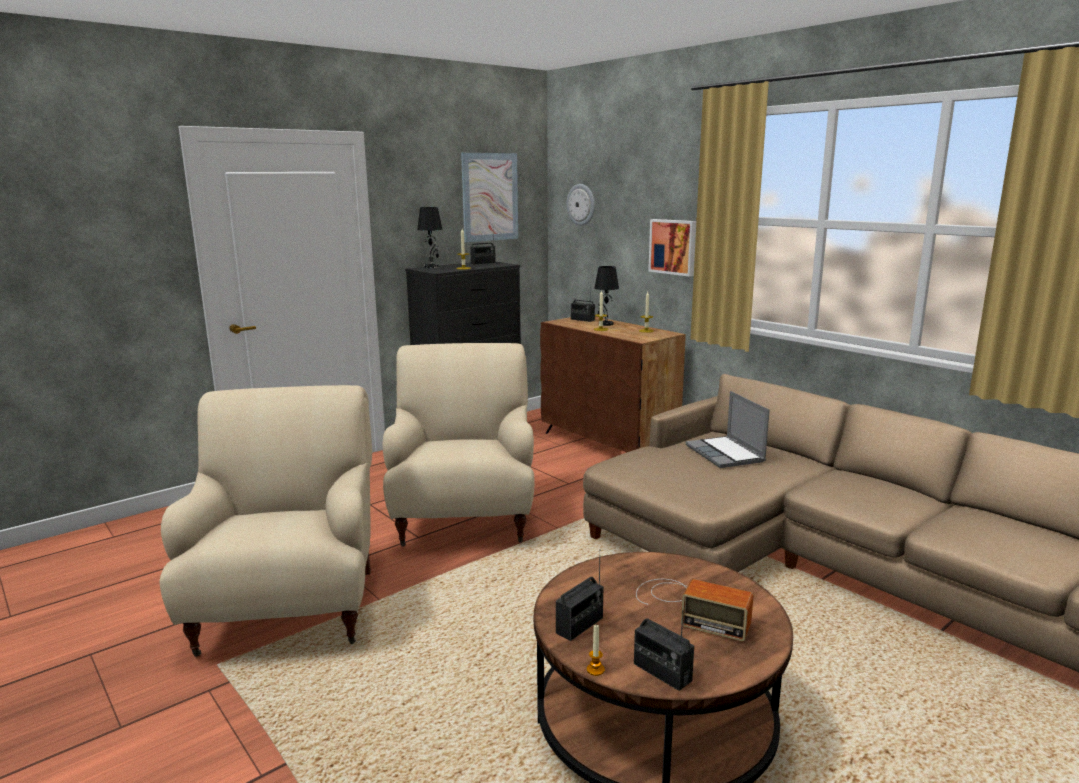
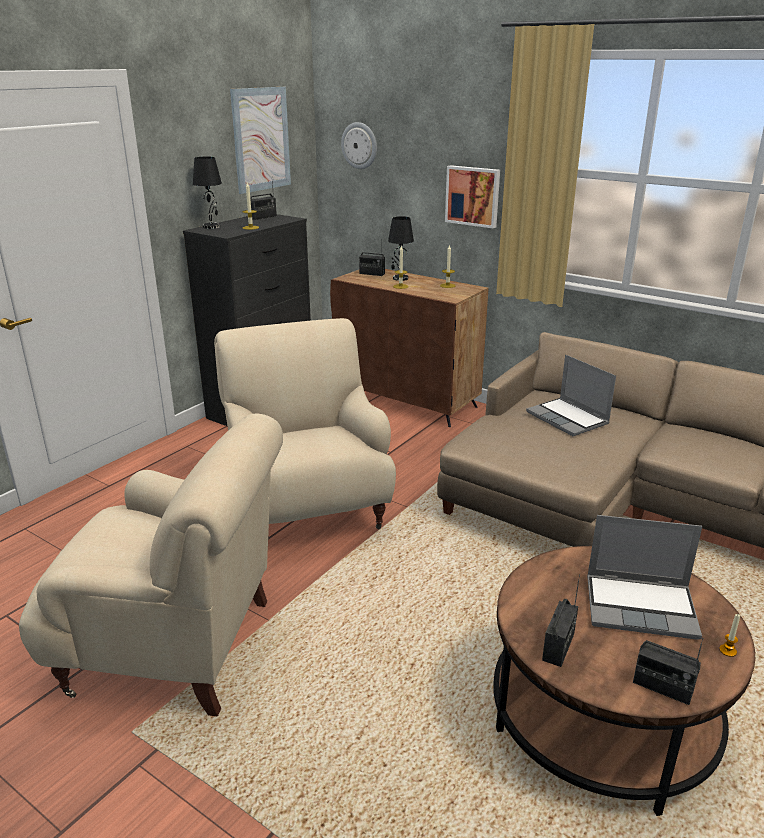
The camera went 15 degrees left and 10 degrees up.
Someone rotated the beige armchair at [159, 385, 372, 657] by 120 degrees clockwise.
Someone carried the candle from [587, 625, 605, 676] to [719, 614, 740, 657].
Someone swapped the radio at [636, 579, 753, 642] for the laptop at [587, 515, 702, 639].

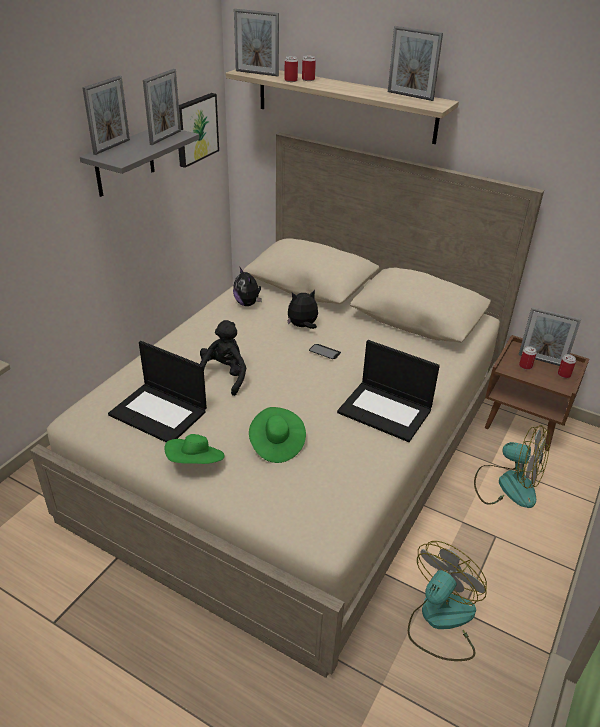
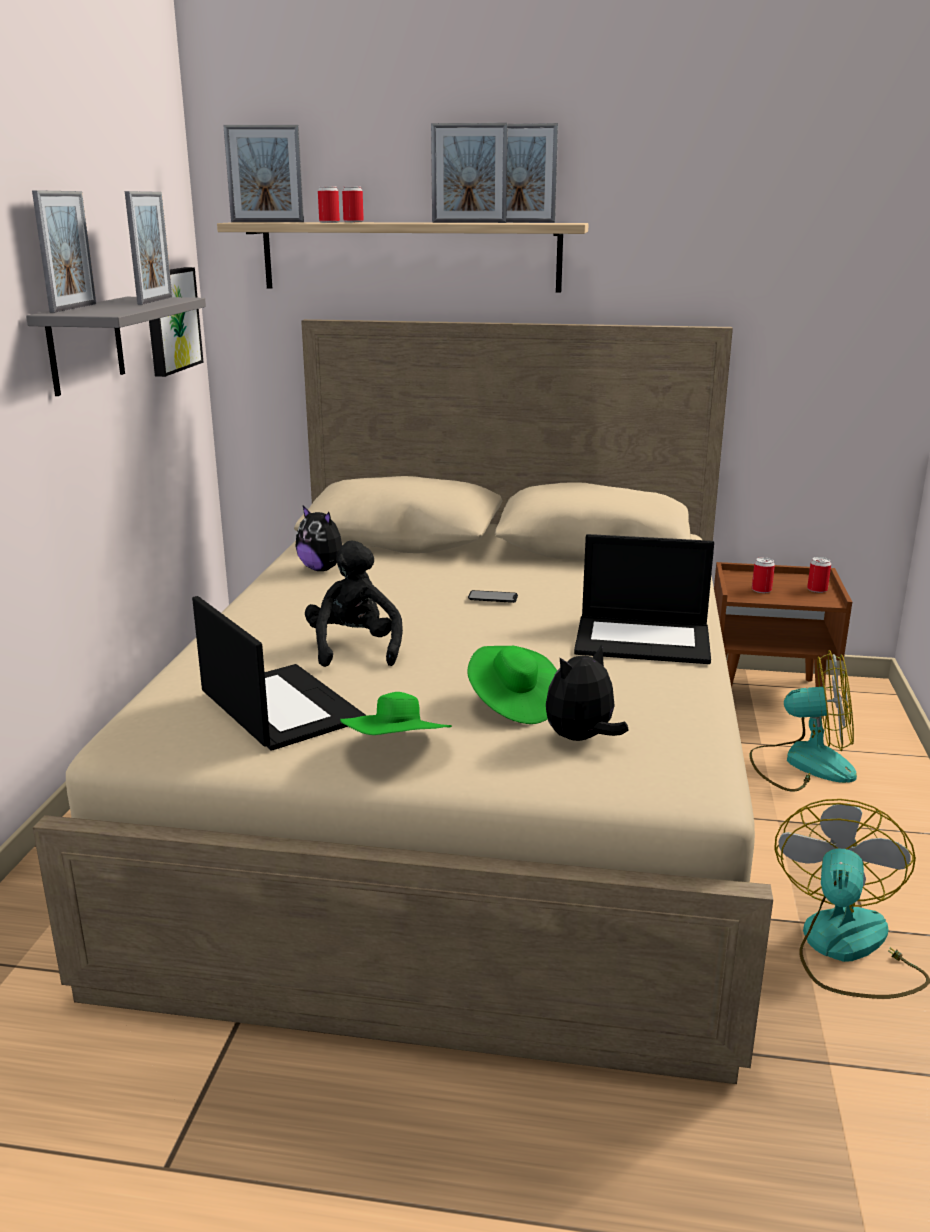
The camera went 20 degrees left and 15 degrees down.
Someone rotated the laptop at [108, 341, 207, 442] by 135 degrees counterclockwise.
Someone carried the plush toy from [287, 290, 318, 329] to [546, 644, 629, 741].
Someone carried the picture frame from [519, 307, 581, 366] to [431, 123, 508, 223].

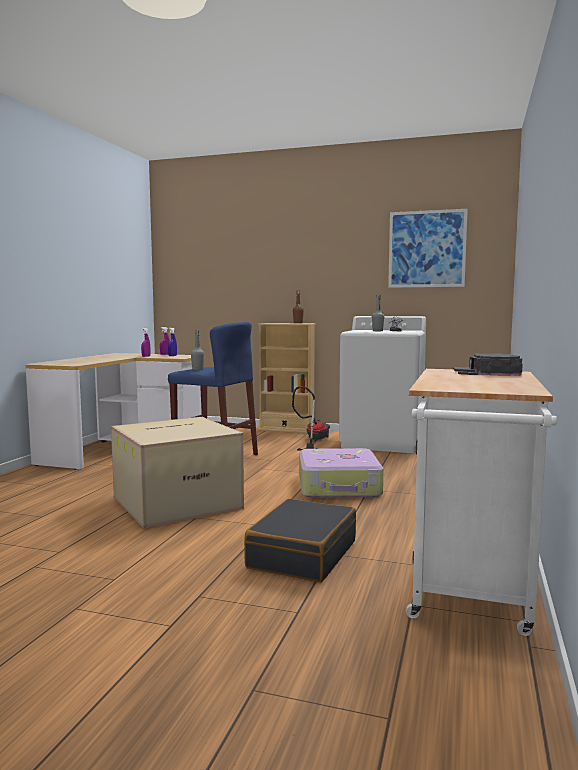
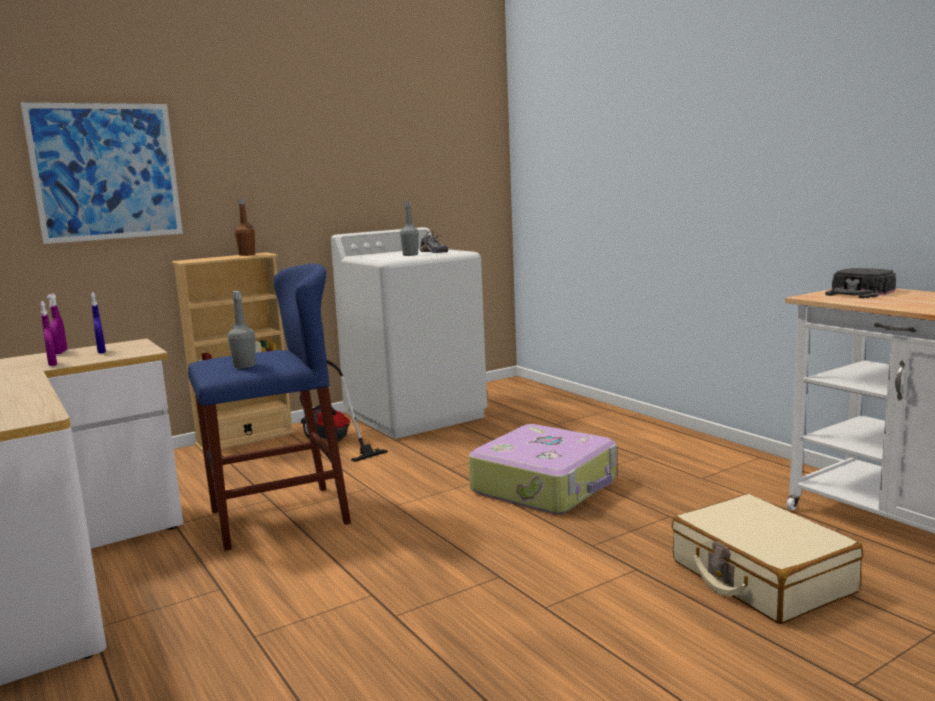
The camera went 50 degrees left and 5 degrees up.
Someone took away the cardboard box at [111, 417, 244, 528].
Someone repainted the black suitcase at [244, 499, 356, 582], which became the beige suitcase at [672, 494, 863, 624].
Someone carried the picture from [388, 209, 468, 288] to [21, 103, 183, 244].

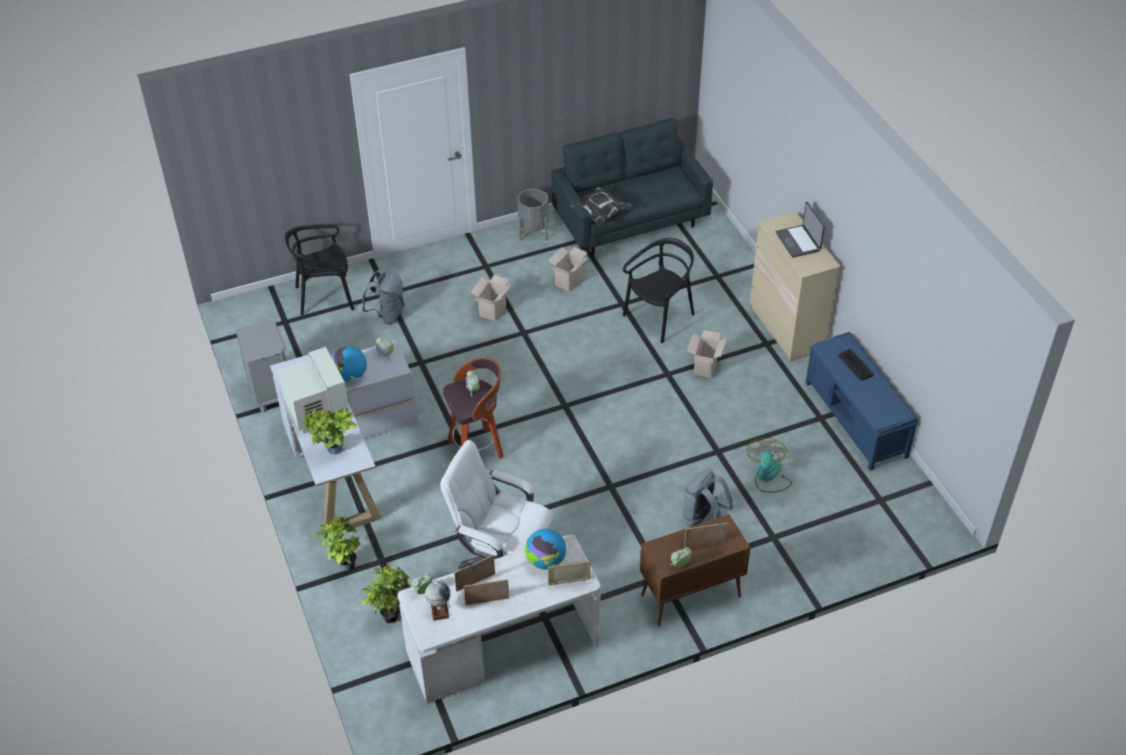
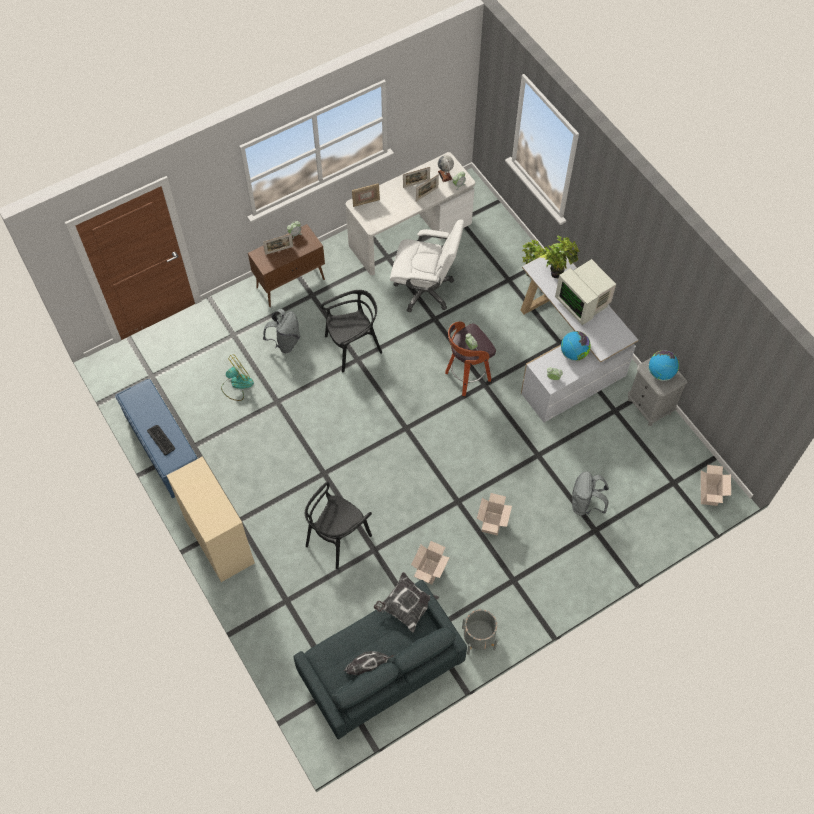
The camera went 170 degrees right and 15 degrees up.
Someone carried the black chair from [285, 225, 354, 315] to [321, 290, 382, 372].
Someone took away the potted plant at [361, 565, 411, 623].
Someone carried the globe from [525, 529, 566, 570] to [648, 350, 679, 381].
Someone carried the cardboard box from [687, 330, 727, 378] to [701, 465, 731, 506].
Someone rotated the fan at [746, 438, 792, 493] by 120 degrees counterclockwise.
Someone took away the laptop at [776, 202, 825, 258].
Someone put down the pillow at [344, 651, 394, 675].

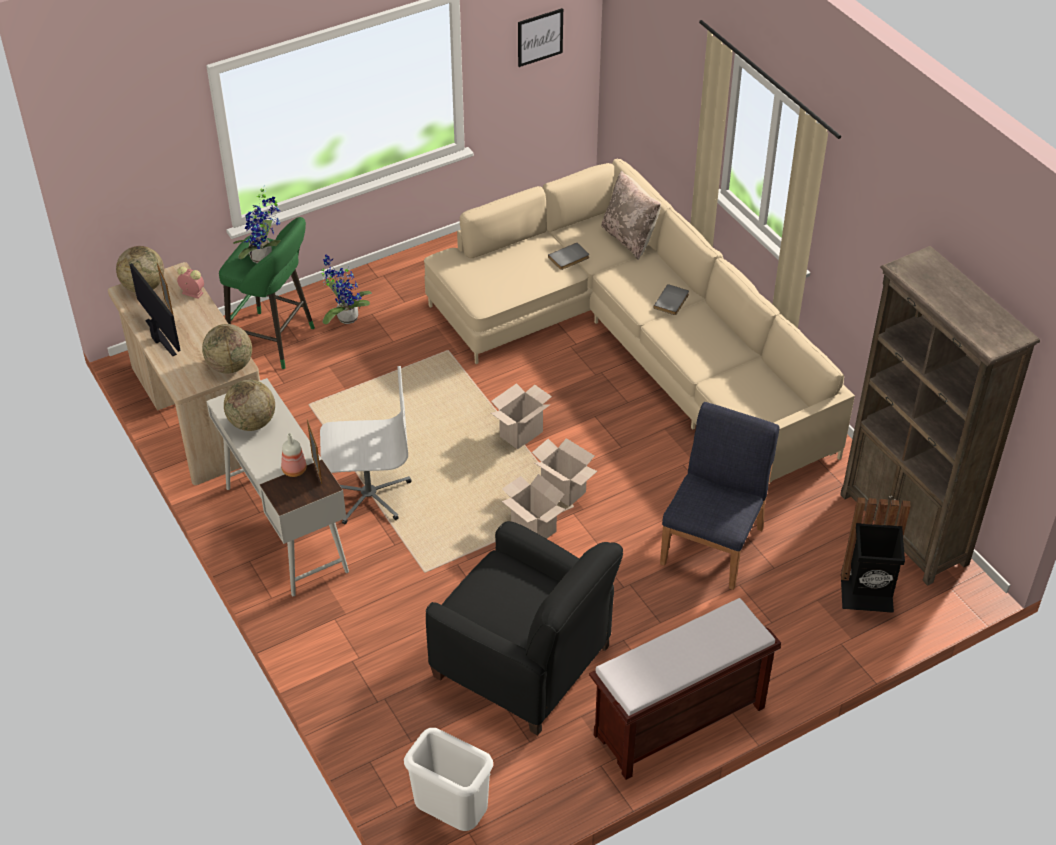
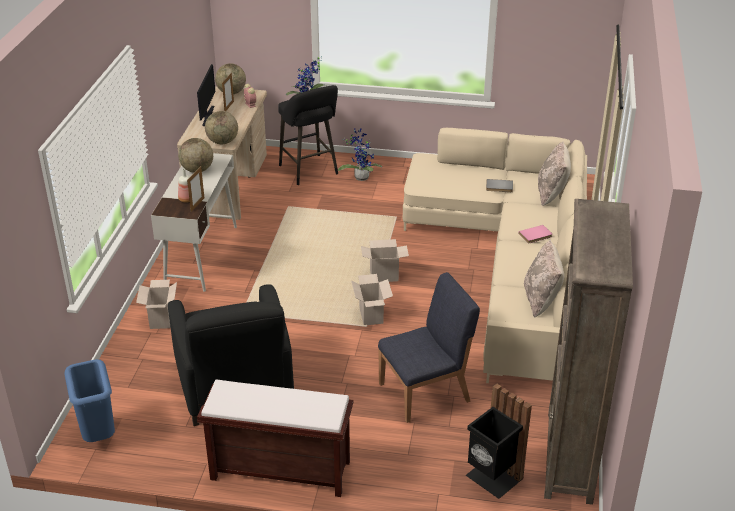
The camera went 40 degrees right and 10 degrees down.
Someone repainted the green stool at [219, 217, 315, 369], which became the black stool at [278, 85, 338, 185].
Someone took away the white office chair at [320, 366, 411, 524].
Someone repainted the white trash can at [404, 728, 493, 831], which became the blue trash can at [64, 359, 115, 442].
Someone carried the cardboard box from [502, 474, 566, 539] to [136, 280, 177, 329].
Someone took away the picture at [518, 8, 563, 67].
Someone repainted the grey book at [653, 284, 689, 315], which became the pink book at [519, 225, 552, 243].
Someone put down the beige pillow at [524, 240, 564, 317].

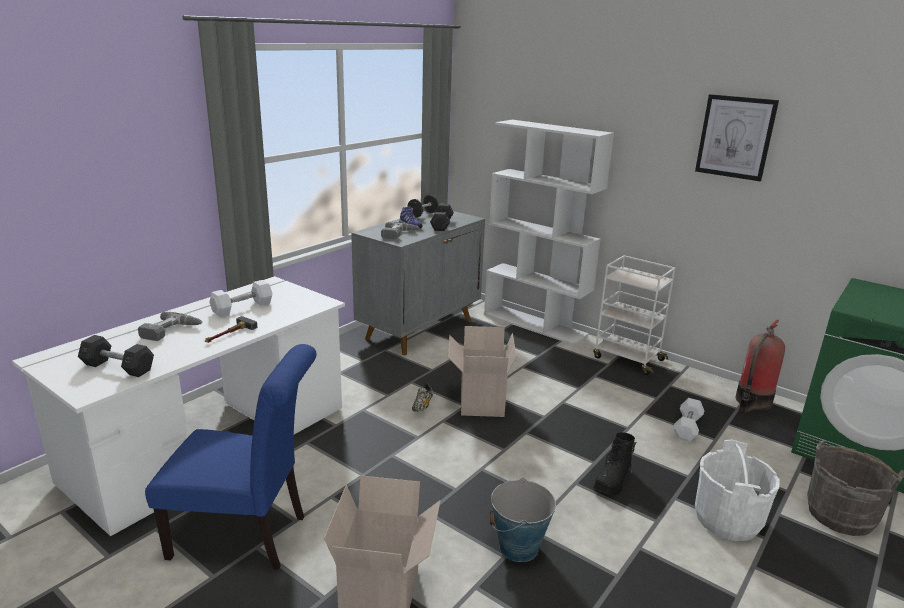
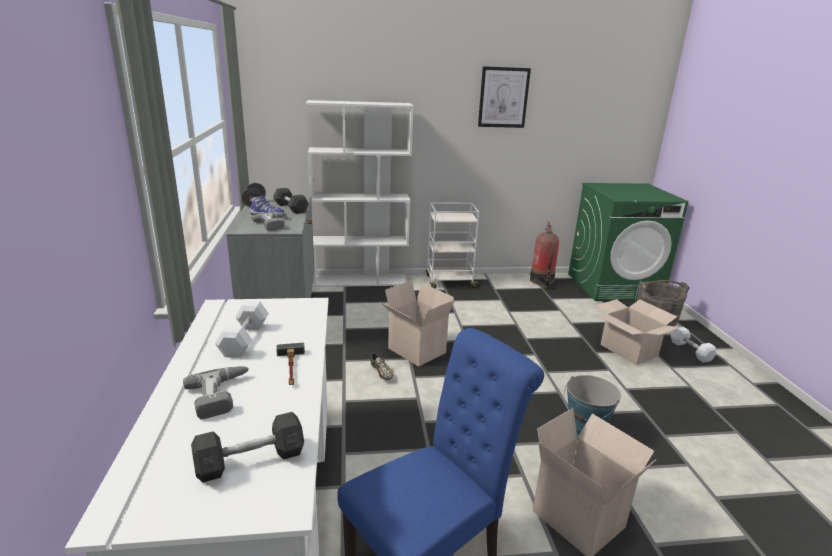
The camera went 45 degrees left and 0 degrees up.
Someone took away the black boot at [593, 432, 636, 496].
Someone carried the white dumbbell from [673, 398, 704, 442] to [670, 327, 717, 363].
Someone swapped the white bucket at [695, 439, 780, 541] for the cardboard box at [596, 299, 681, 365].

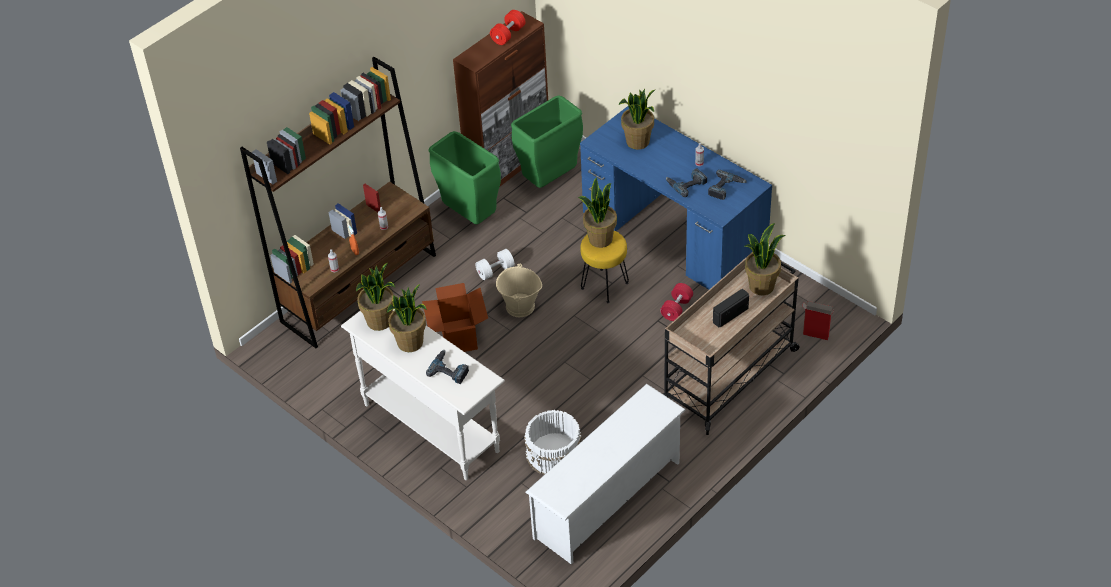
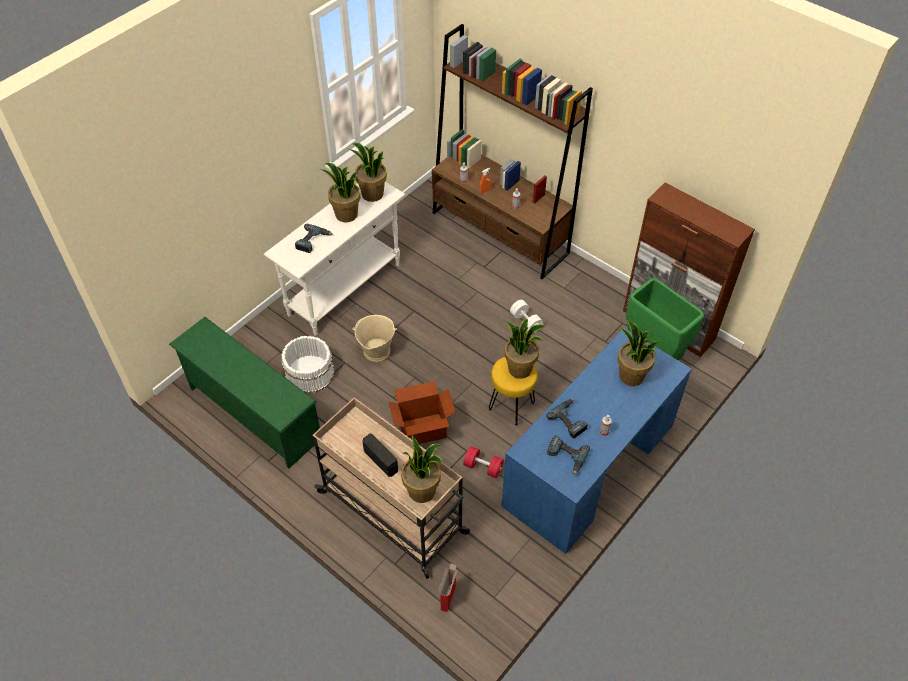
The camera went 85 degrees right and 5 degrees up.
Someone carried the cardboard box from [422, 283, 488, 352] to [388, 381, 455, 444].
Someone took away the green trash can at [428, 131, 501, 225].
Someone took away the red dumbbell at [490, 10, 526, 45].
Someone carried the beige bucket from [496, 264, 542, 317] to [353, 315, 397, 362].
Someone repainted the white shoe rack at [525, 384, 686, 564], which became the green shoe rack at [169, 317, 320, 469].

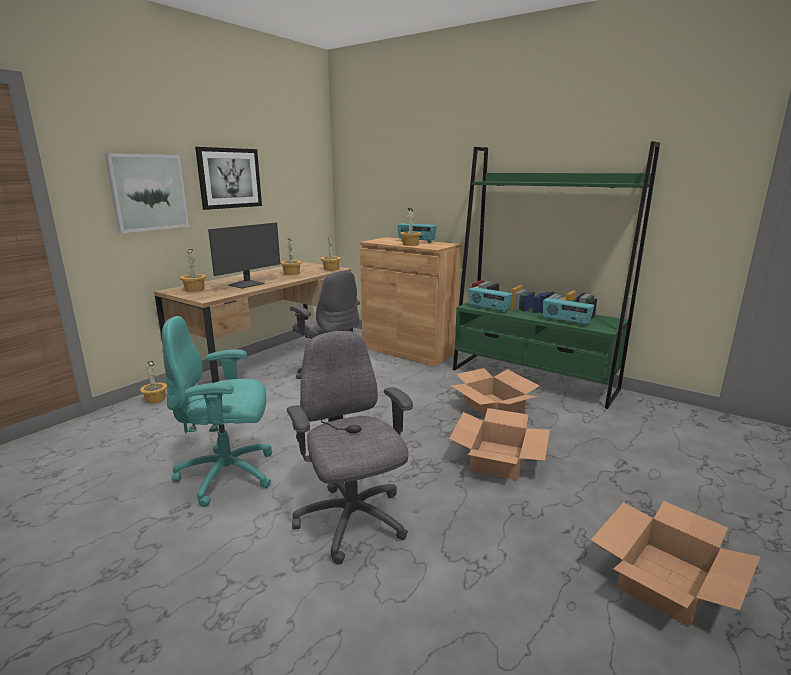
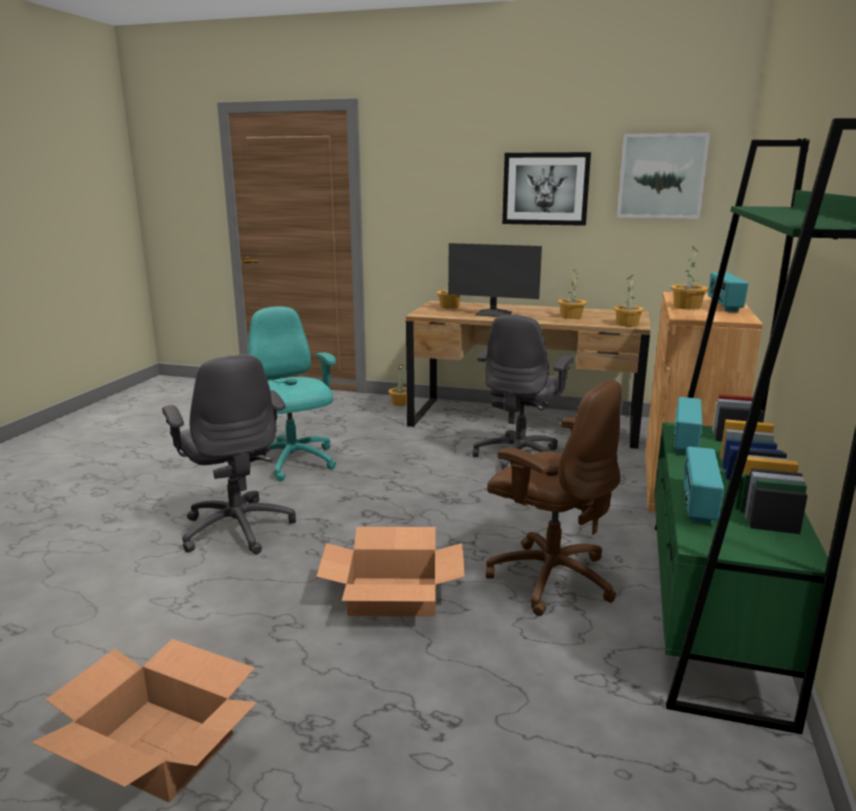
The camera went 70 degrees right and 0 degrees up.
Someone carried the picture from [104, 153, 189, 233] to [617, 133, 710, 219].
Someone rotated the grey office chair at [287, 331, 413, 565] by 105 degrees clockwise.
Someone swapped the cardboard box at [450, 368, 540, 415] for the brown office chair at [486, 380, 622, 616].

